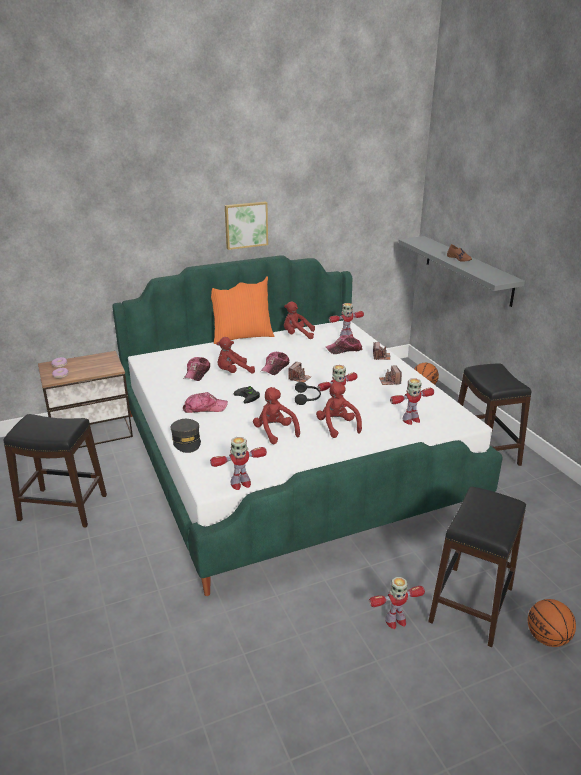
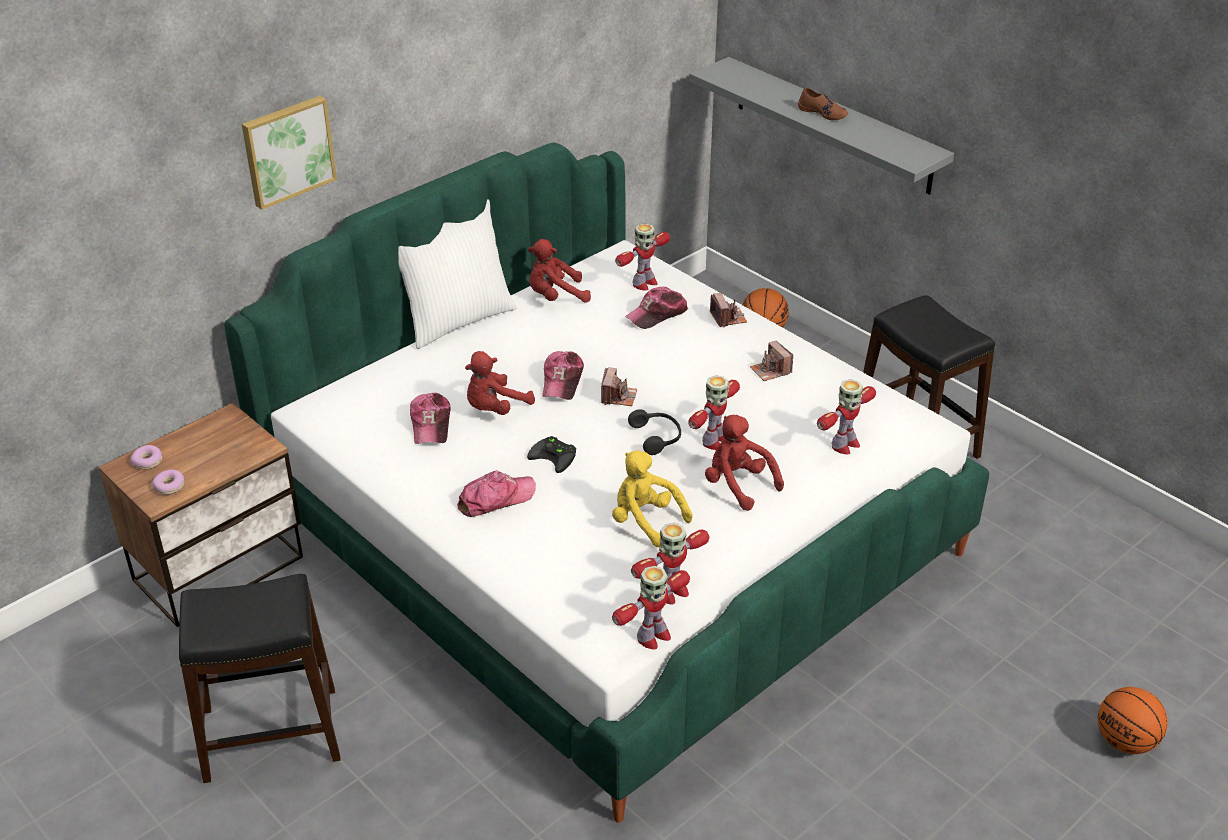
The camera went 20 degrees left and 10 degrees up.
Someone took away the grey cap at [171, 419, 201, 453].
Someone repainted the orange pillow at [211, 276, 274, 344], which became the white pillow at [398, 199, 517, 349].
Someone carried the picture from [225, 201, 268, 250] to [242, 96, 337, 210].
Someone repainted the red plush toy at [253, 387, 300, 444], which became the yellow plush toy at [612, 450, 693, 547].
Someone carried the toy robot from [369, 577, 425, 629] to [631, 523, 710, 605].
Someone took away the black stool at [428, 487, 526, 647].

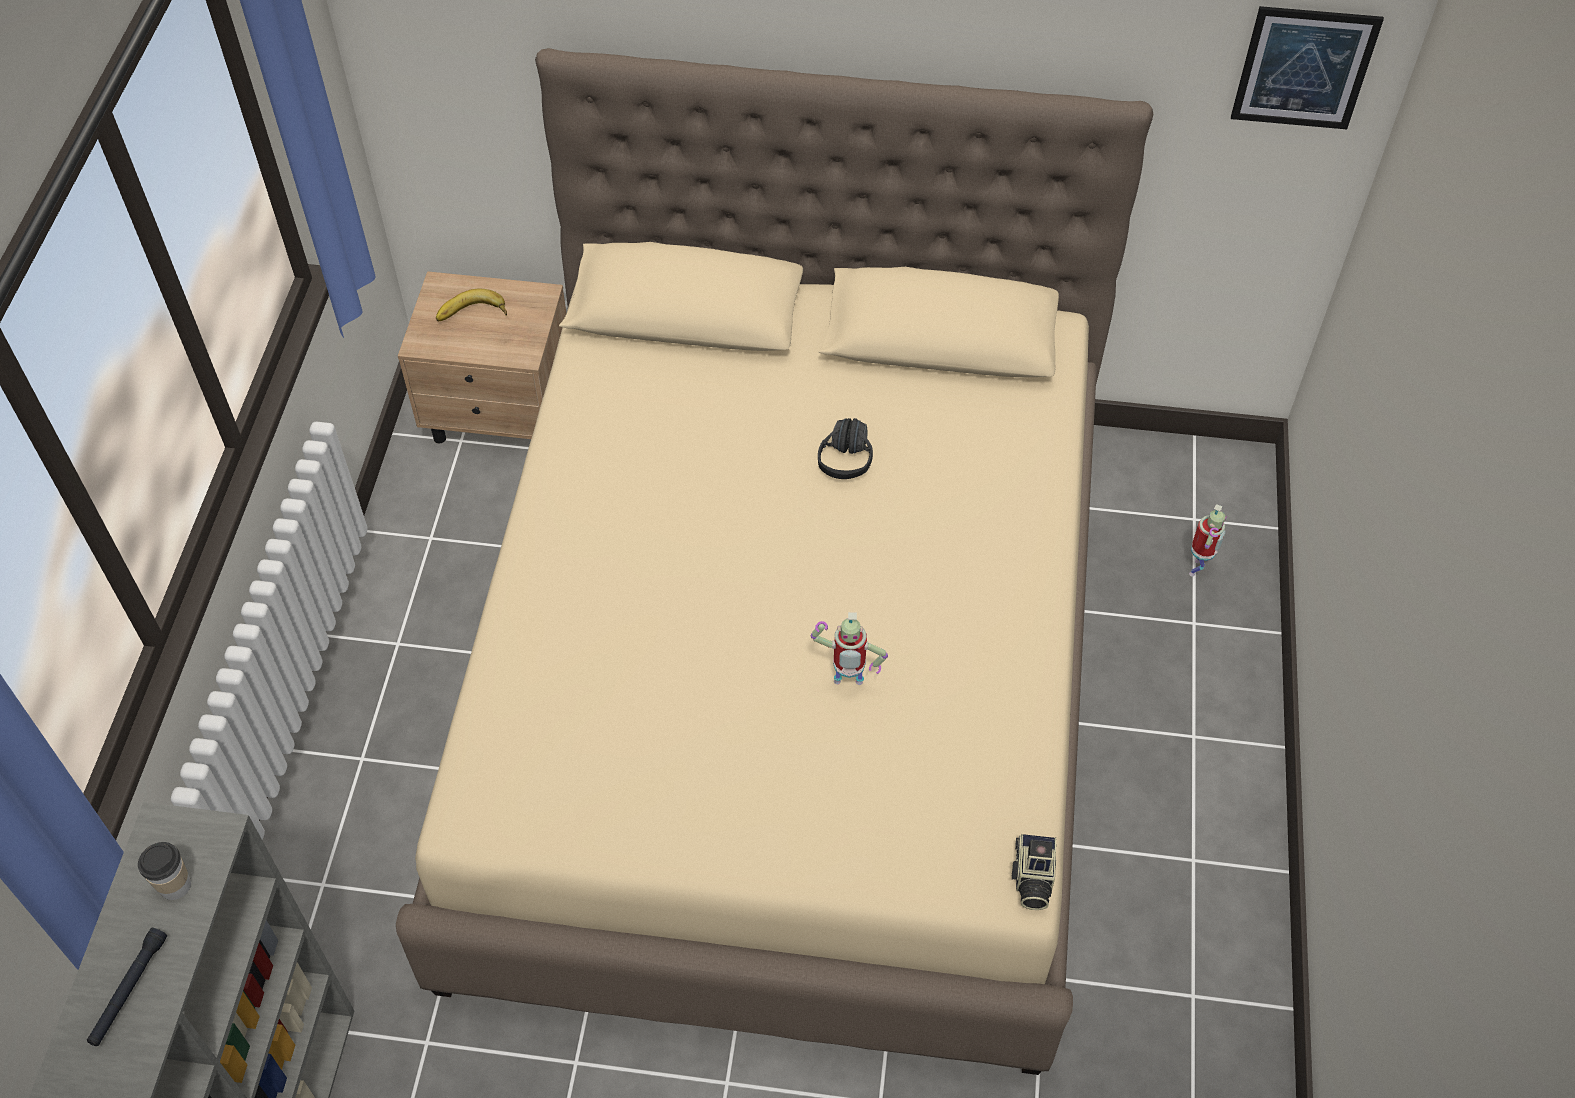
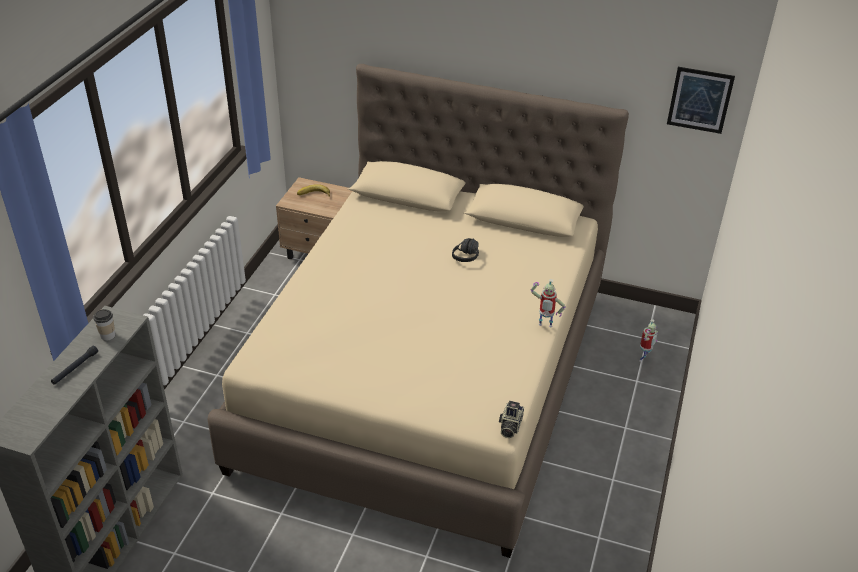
The camera went 10 degrees right and 15 degrees down.
Someone carried the toy robot from [811, 612, 888, 685] to [531, 279, 566, 328].

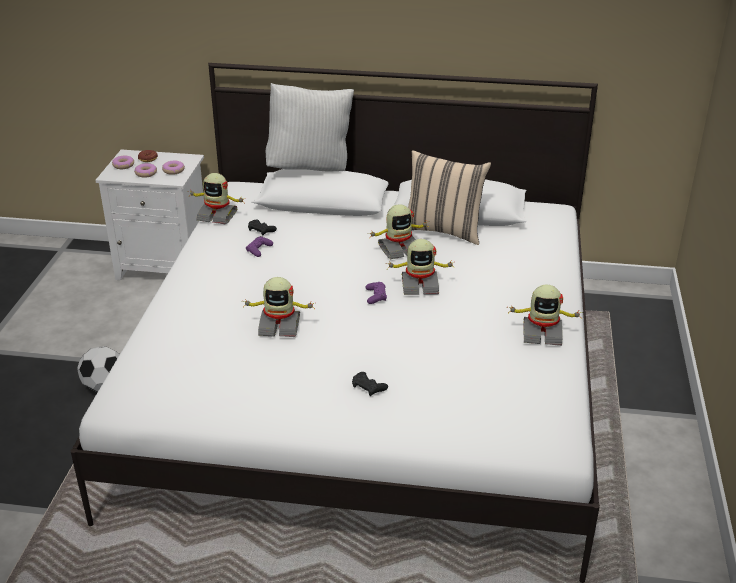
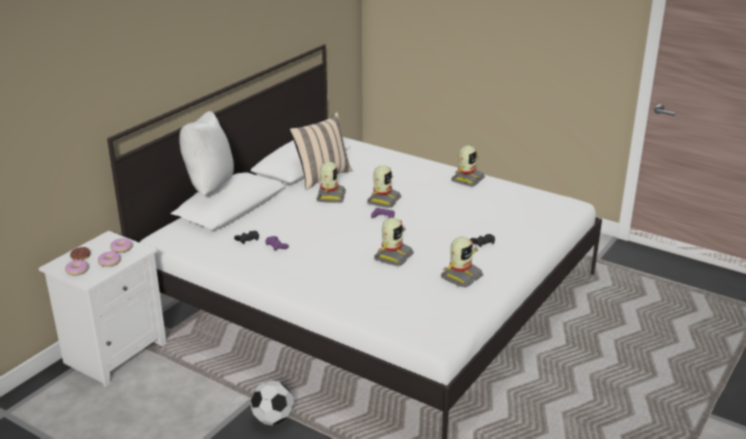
The camera went 65 degrees left and 5 degrees down.
Someone carried the toy robot from [187, 173, 245, 224] to [440, 237, 483, 288].

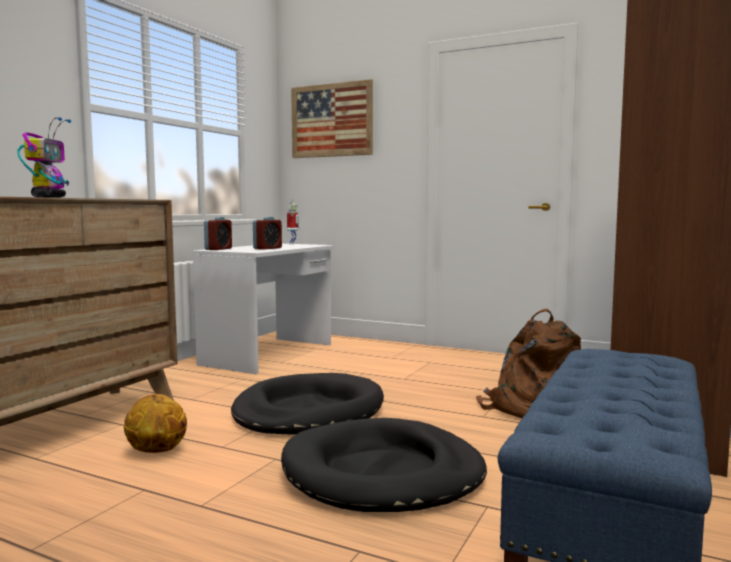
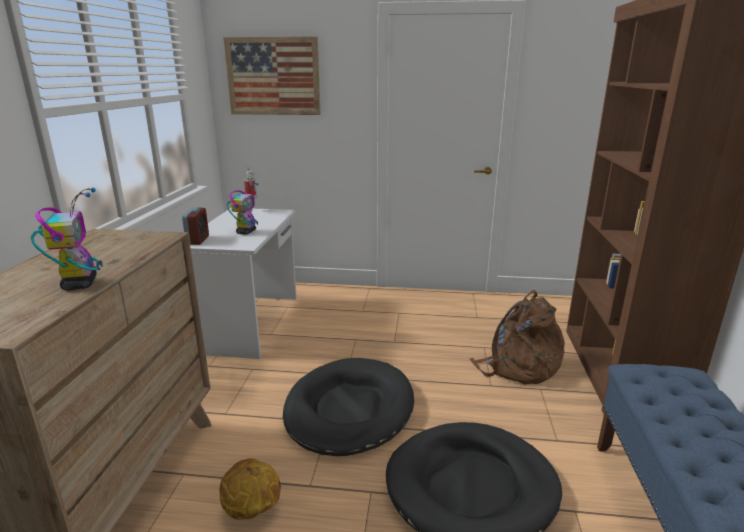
The camera went 20 degrees left and 15 degrees up.
Someone swapped the alarm clock at [253, 217, 282, 250] for the toy robot at [227, 183, 258, 234].

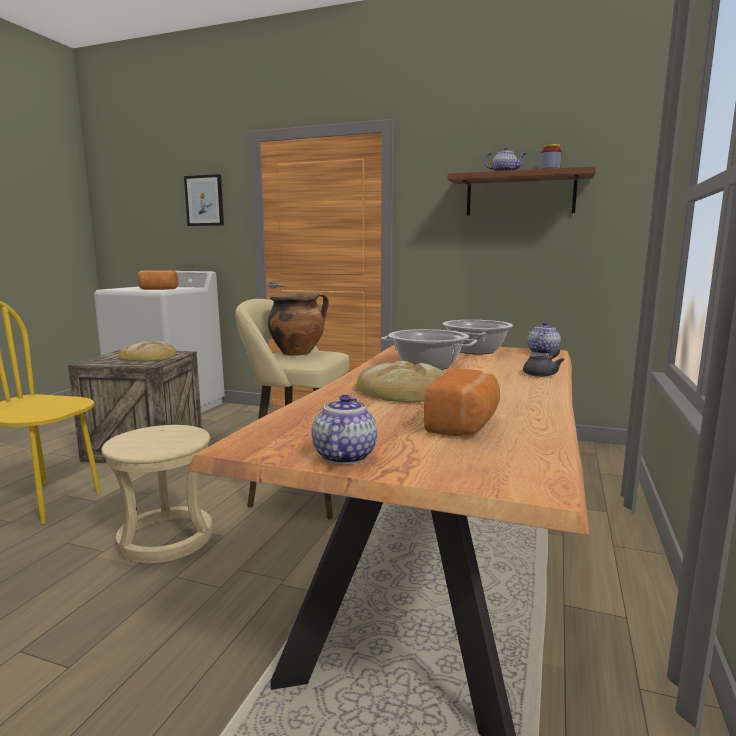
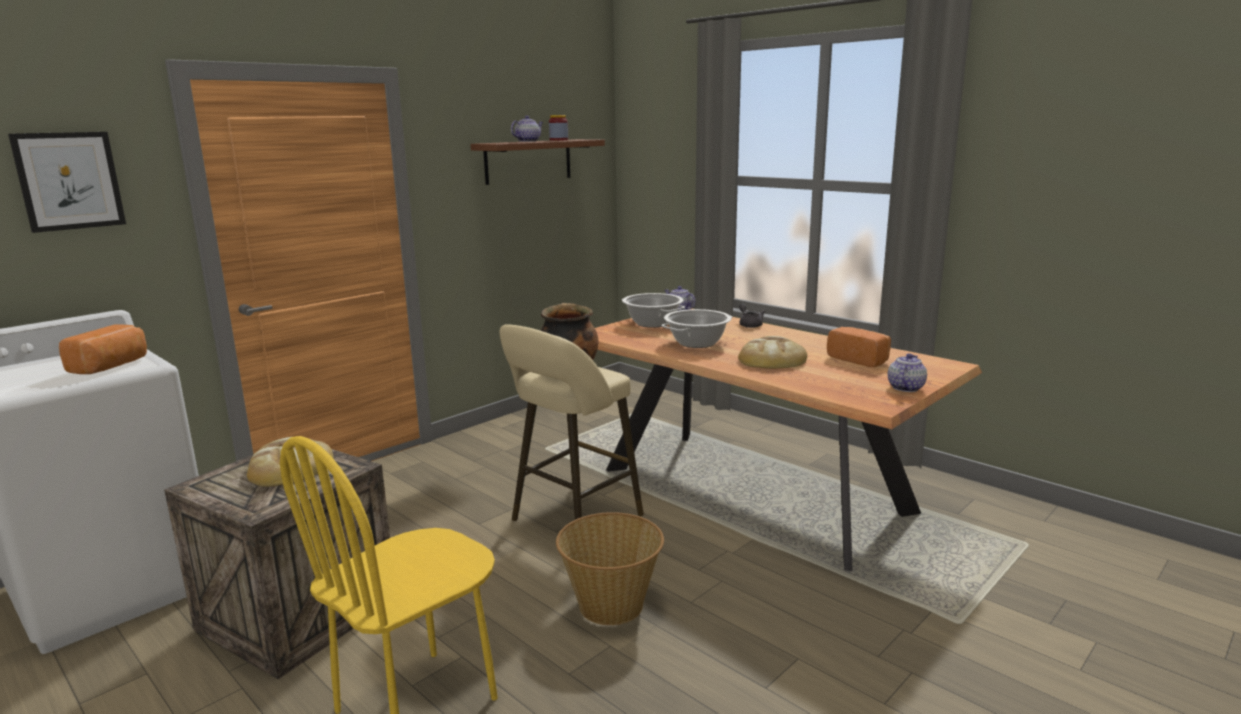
The camera went 65 degrees left and 5 degrees up.
Someone swapped the beige stool at [101, 425, 213, 563] for the basket at [556, 512, 664, 625].
Someone rotated the teapot at [312, 395, 377, 464] by 90 degrees clockwise.

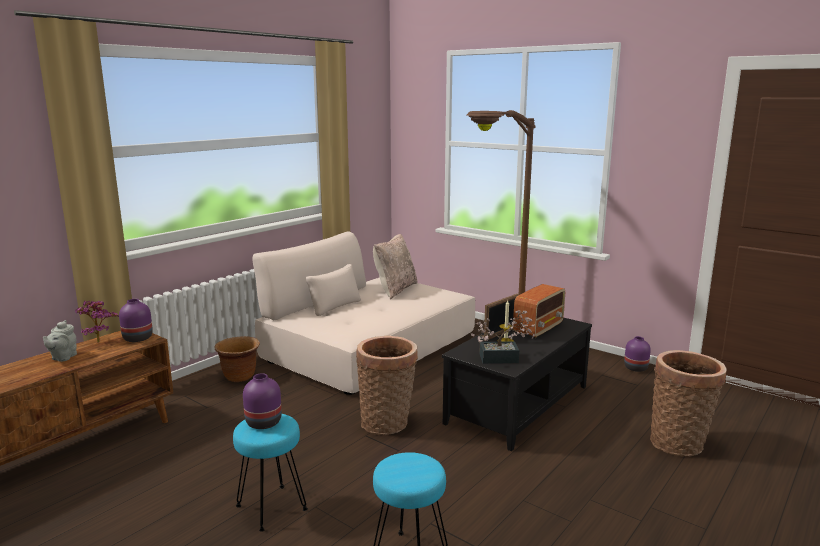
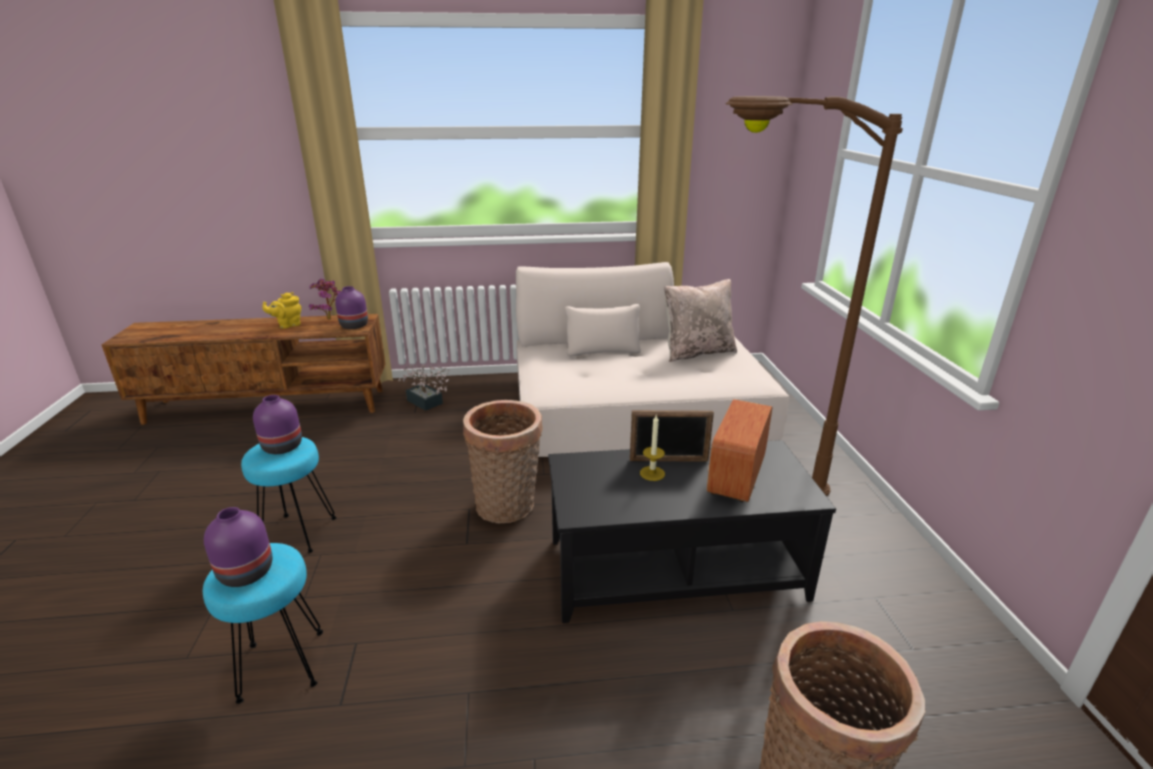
The camera went 45 degrees right and 10 degrees up.
Someone repainted the grey teapot at [43, 320, 77, 362], which became the yellow teapot at [262, 292, 301, 329].
Someone took away the brown planter at [214, 336, 260, 382].
Someone carried the potted plant from [471, 310, 535, 364] to [398, 365, 450, 411].
Someone rotated the radio at [513, 284, 565, 338] by 120 degrees clockwise.
Someone carried the purple vase from [624, 336, 651, 372] to [204, 507, 272, 587].

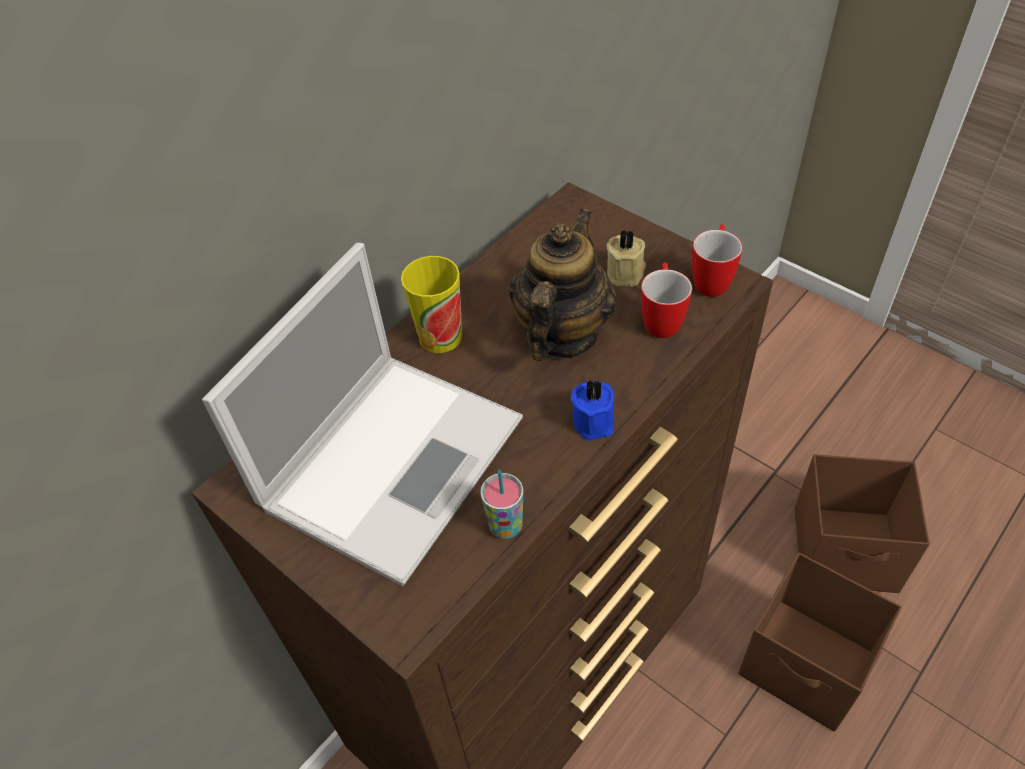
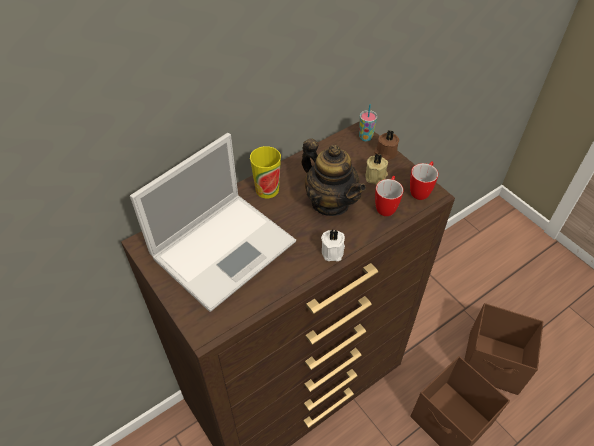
The camera went 10 degrees right and 0 degrees up.
Someone carried the cup from [480, 470, 523, 539] to [359, 104, 377, 141].
Someone rotated the teapot at [509, 208, 617, 361] by 105 degrees clockwise.
Someone repainted the blue candle at [571, 380, 614, 441], which became the white candle at [321, 229, 345, 261].
Someone put down the brown candle at [374, 131, 399, 160].

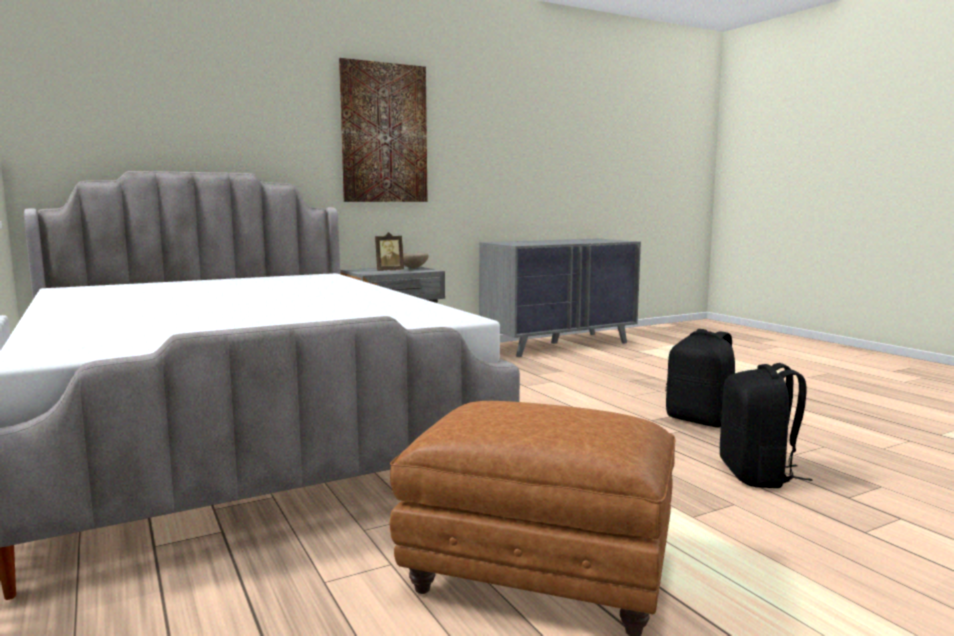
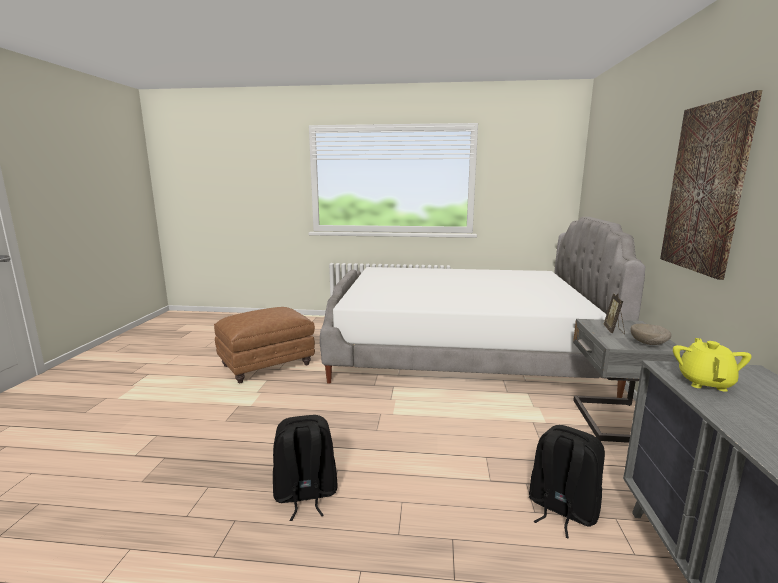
The camera went 125 degrees right and 5 degrees up.
Someone carried the black backpack from [720, 363, 812, 488] to [529, 425, 605, 539].
Someone put down the yellow teapot at [673, 338, 751, 392].

